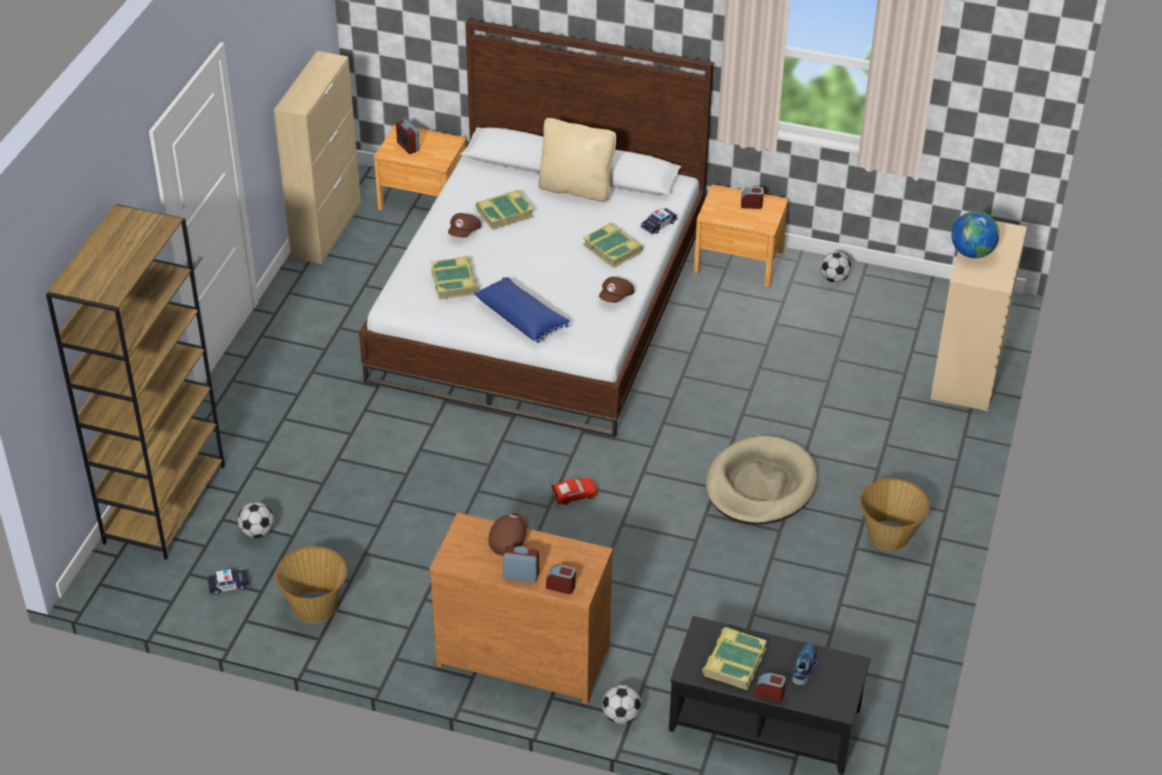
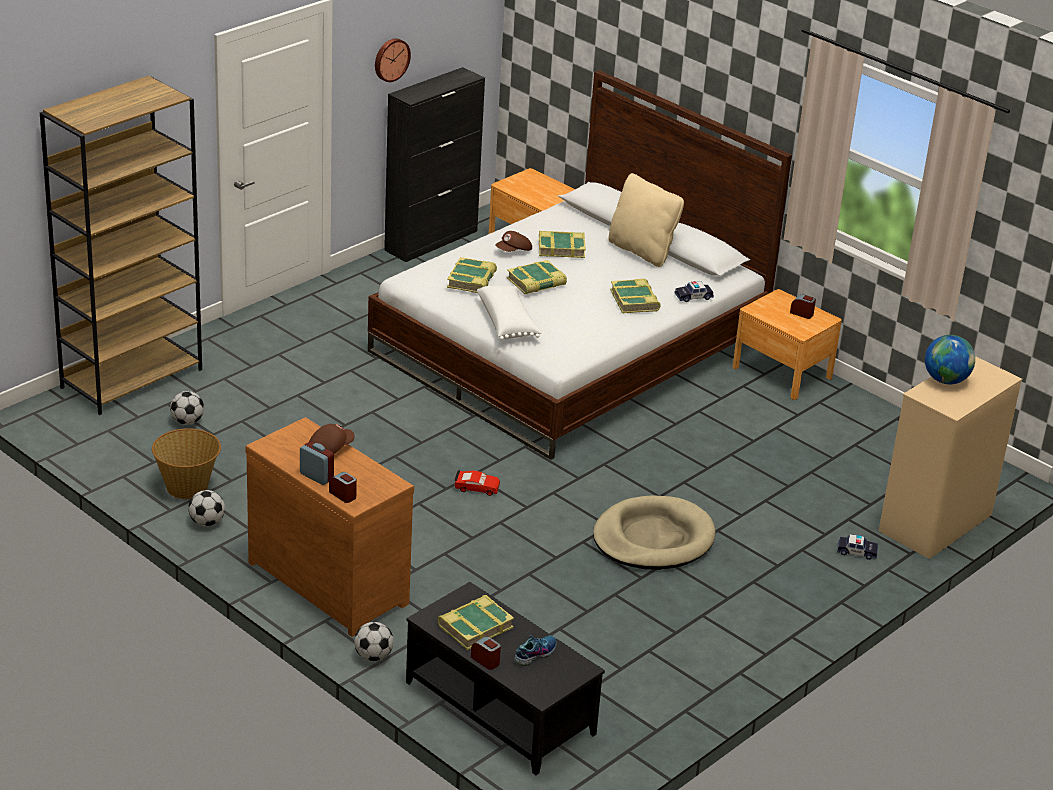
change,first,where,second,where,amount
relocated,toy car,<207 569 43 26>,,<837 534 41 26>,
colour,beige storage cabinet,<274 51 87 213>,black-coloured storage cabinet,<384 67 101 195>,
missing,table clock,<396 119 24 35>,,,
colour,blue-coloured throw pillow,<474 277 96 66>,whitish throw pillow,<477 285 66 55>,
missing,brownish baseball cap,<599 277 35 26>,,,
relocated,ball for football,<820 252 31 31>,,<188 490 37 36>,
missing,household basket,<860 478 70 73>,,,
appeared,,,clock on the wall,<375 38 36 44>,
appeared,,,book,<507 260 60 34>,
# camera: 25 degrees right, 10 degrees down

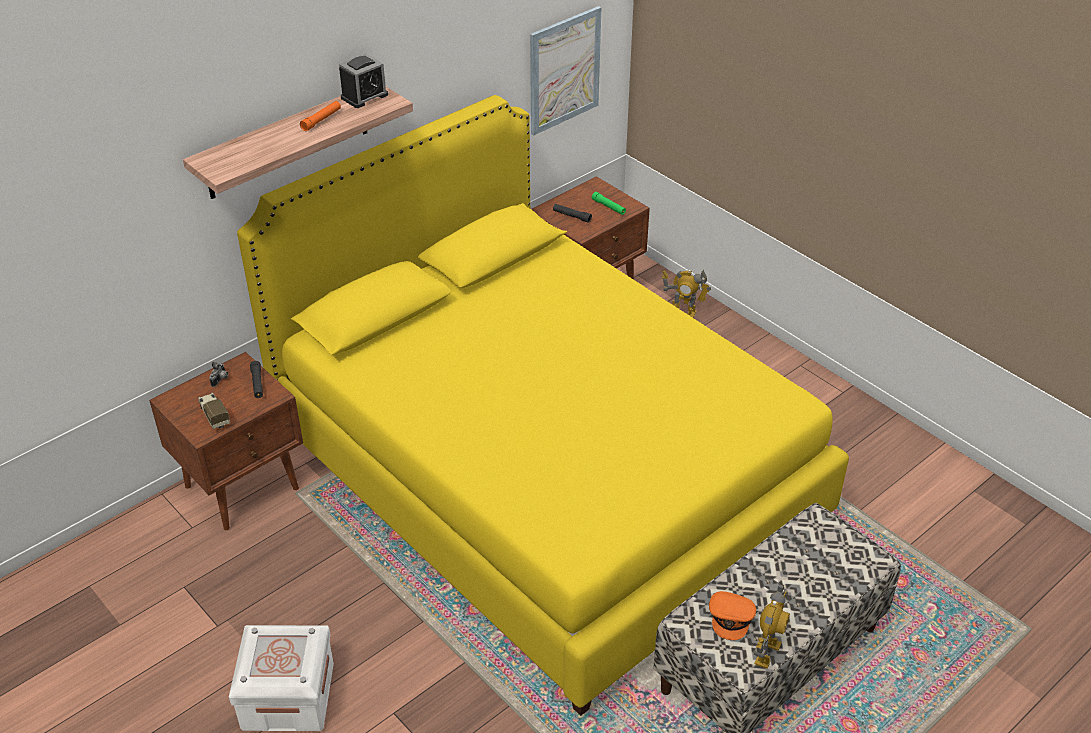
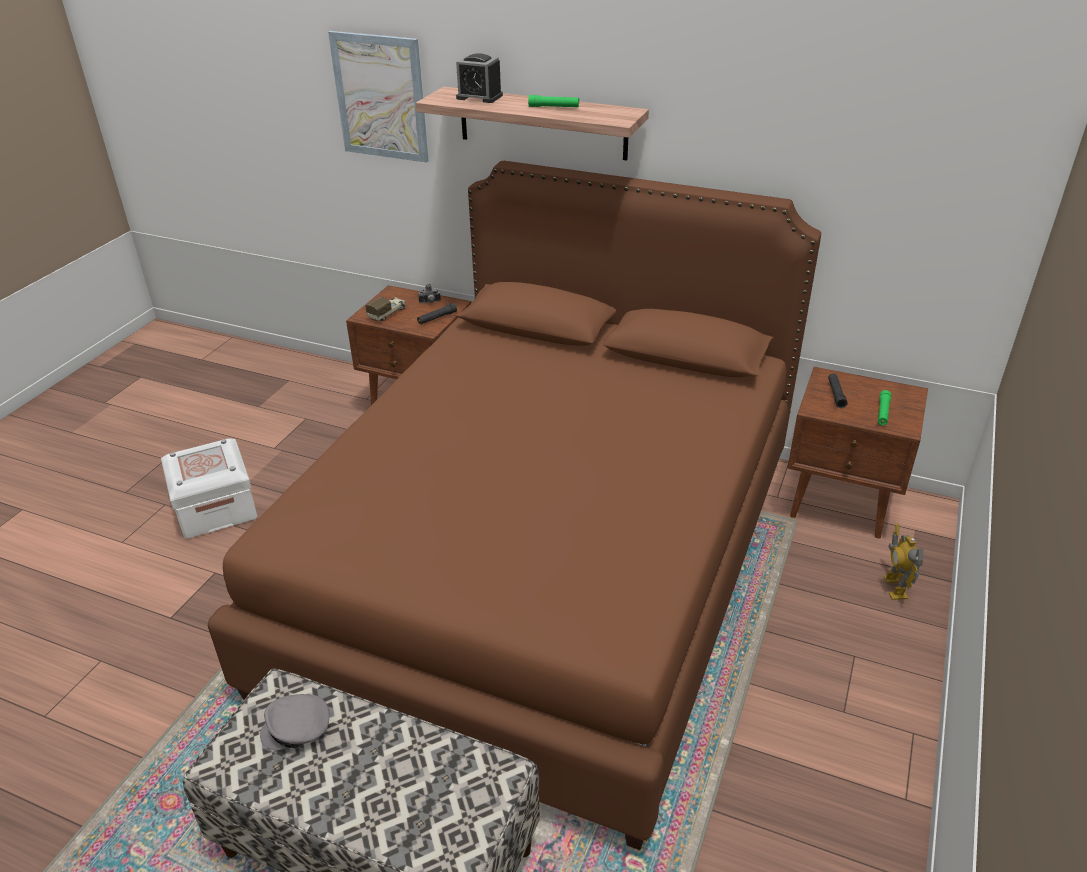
change,first,where,second,where,amount
colour,yellow-coloured bedroom bed,<237 95 612 621>,brownish bedroom bed,<208 161 613 689>,
colour,orange-coloured flashlight,<300 101 41 30>,greenish flashlight,<528 95 51 12>,
relocated,table clock,<339 53 49 55>,,<456 53 47 50>,
relocated,picture,<530 6 72 130>,,<328 31 101 132>,
colour,orange-coloured baseball cap,<709 591 47 49>,gray baseball cap,<260 694 69 56>,
missing,toy robot,<754 584 36 85>,,,
# camera: 65 degrees right, 5 degrees down

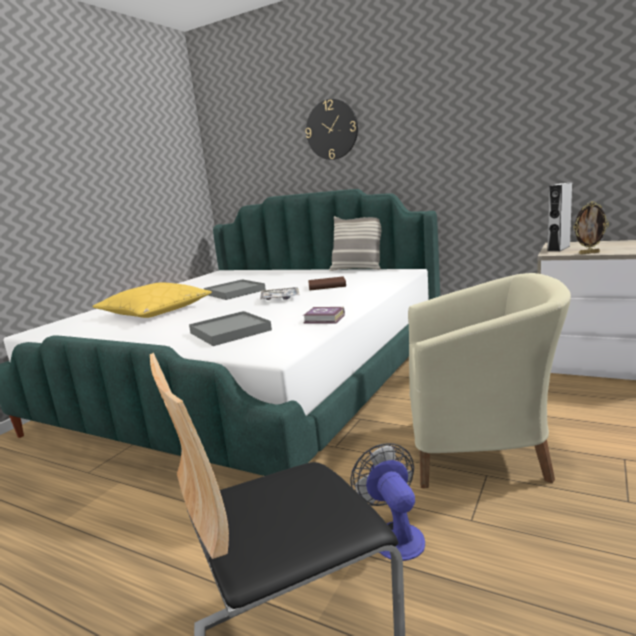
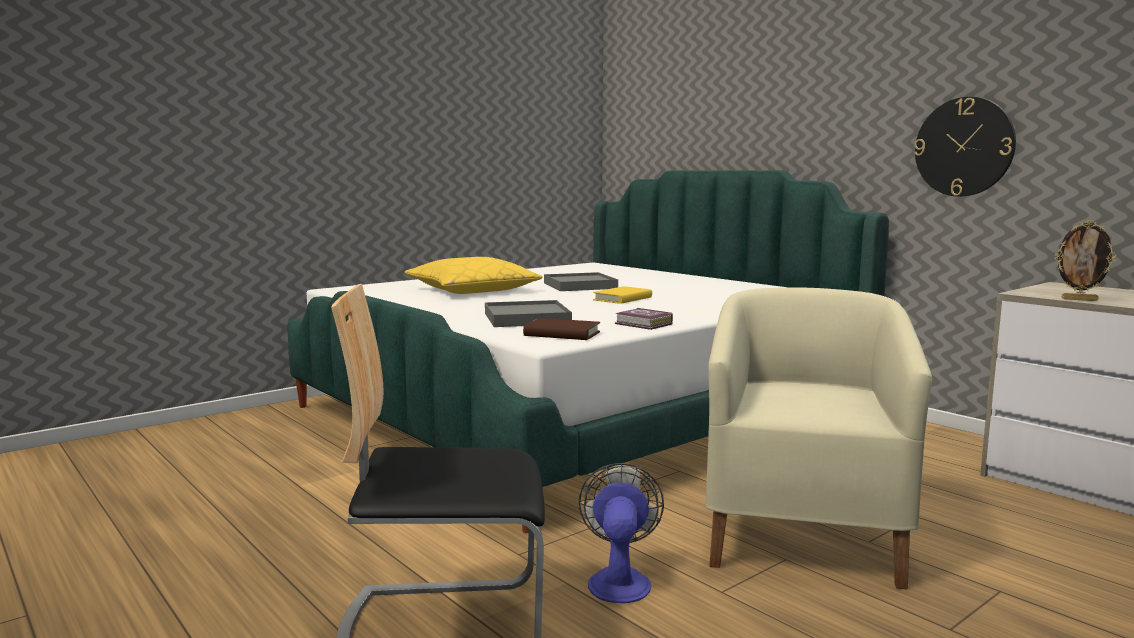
change,first,where,second,where,amount
exchanged,serving tray,<260 287 40 13>,yellow-coloured book,<593 286 59 18>,
relocated,clock on the wall,<305 99 53 61>,,<914 97 102 100>,
relocated,brownish book,<308 276 38 15>,,<523 318 77 22>,
missing,throw pillow,<329 216 52 55>,,,
spun,beige easy chair,<408 273 163 215>,,<705 288 227 301>,105 degrees counterclockwise
missing,gray loudspeaker,<548 183 24 68>,,,
# camera: 20 degrees right, 5 degrees down

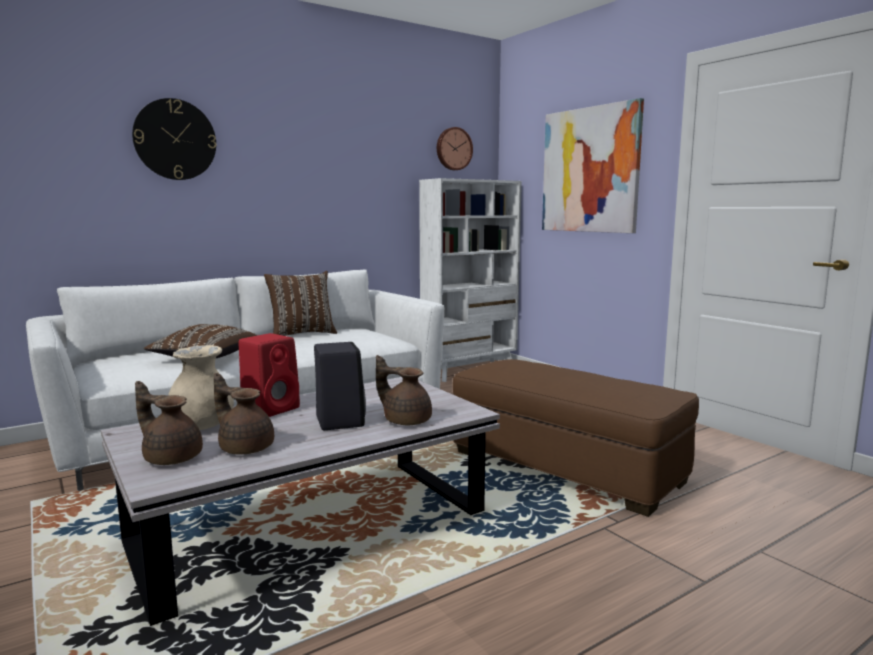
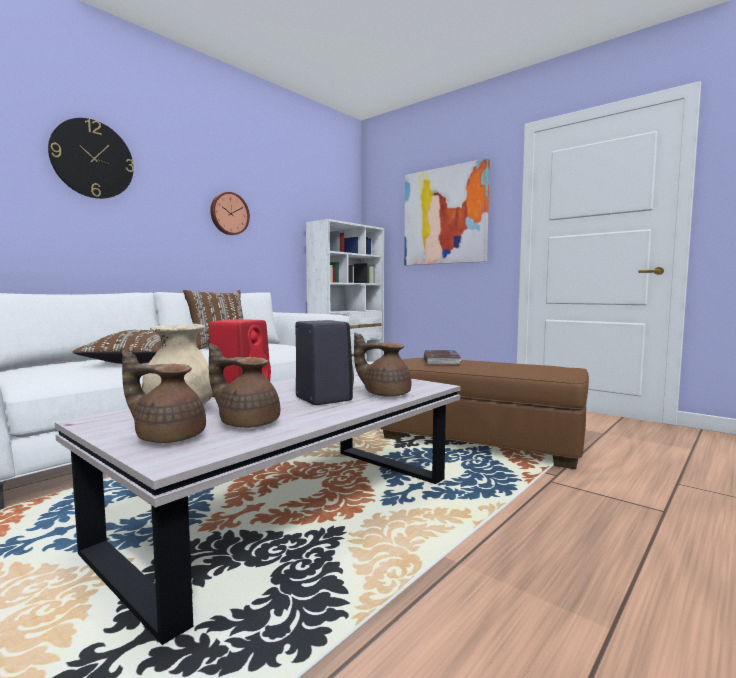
change,first,where,second,where,amount
relocated,clock on the wall,<437 127 36 43>,,<210 192 40 43>,
appeared,,,book,<424 350 37 14>,
# camera: 15 degrees left, 5 degrees down

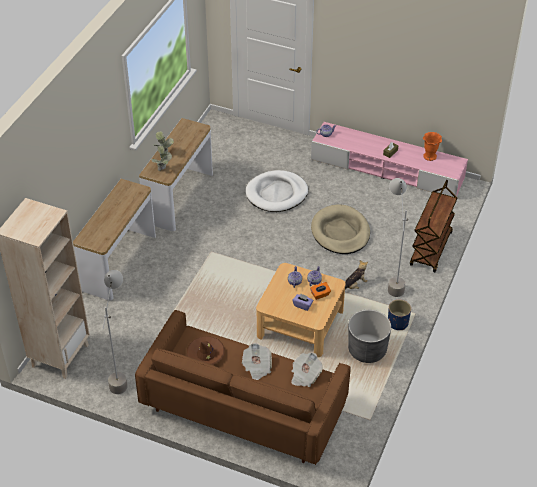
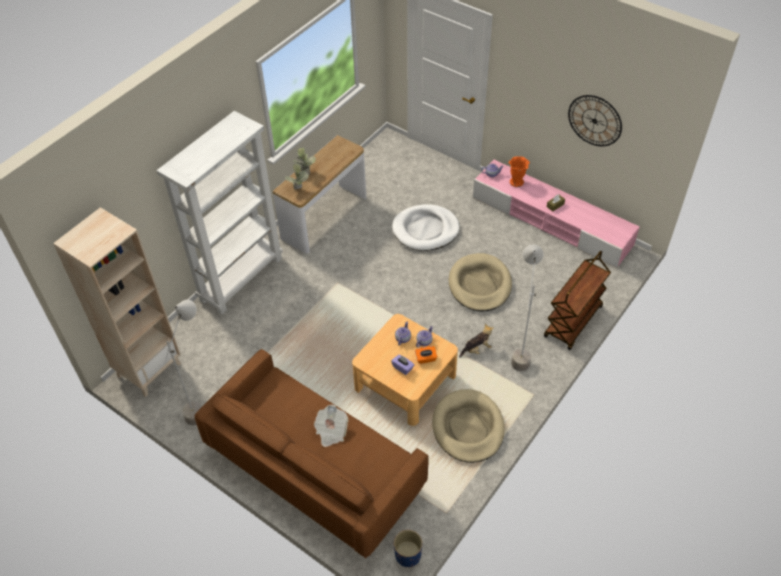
change,first,where,second,where,amount
exchanged,hall table,<73 179 83 121>,whitish bookcase,<156 111 127 204>,
missing,brownish hat,<187 336 38 29>,,,
missing,daily paper,<291 353 32 34>,,,
exchanged,gray flower pot,<348 310 43 53>,beige pet bed,<432 389 73 74>,
relocated,blue-coloured flower pot,<388 300 23 30>,,<394 530 28 37>,
relocated,orange-coloured vase,<423 132 19 29>,,<509 156 21 31>,
appeared,,,clock on the wall,<568 95 54 51>,
# camera: 15 degrees right, 5 degrees up

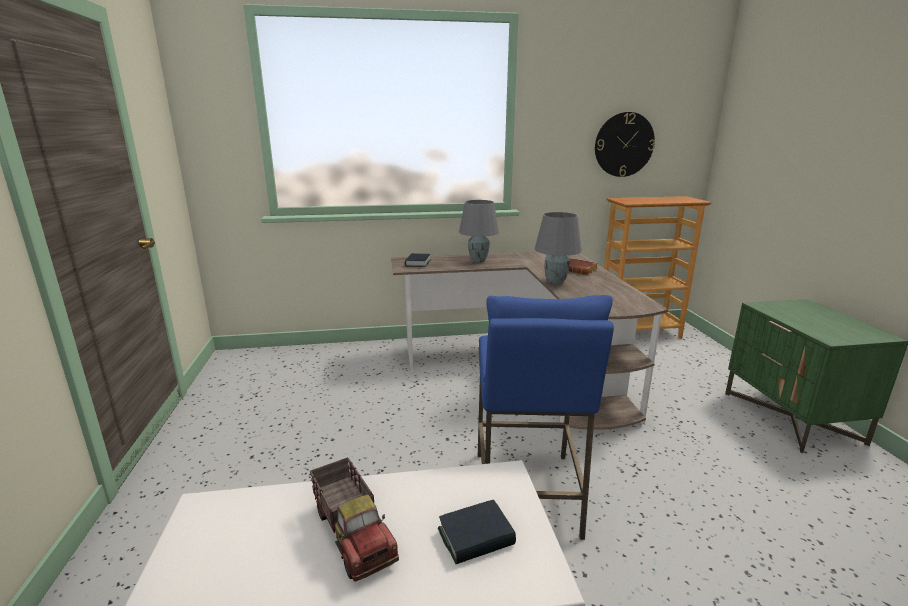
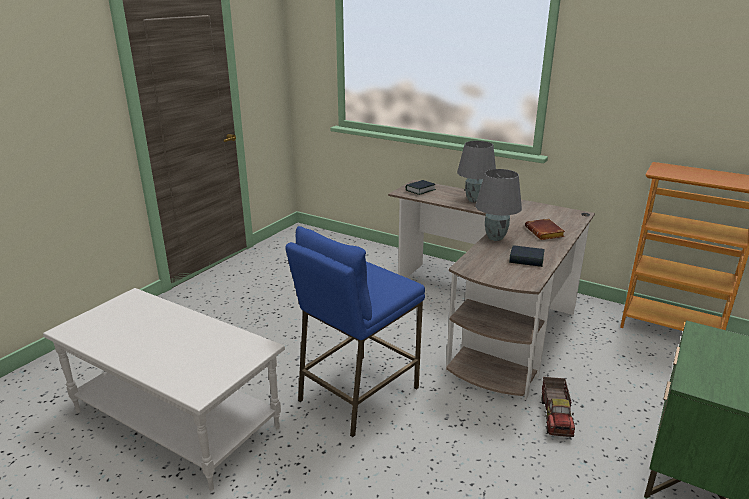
change,first,where,second,where,amount
relocated,toy lorry,<310 457 89 124>,,<542 377 33 60>,
relocated,book,<438 500 78 64>,,<509 245 35 22>,
missing,clock on the wall,<595 112 60 65>,,,
# camera: 40 degrees right, 5 degrees up

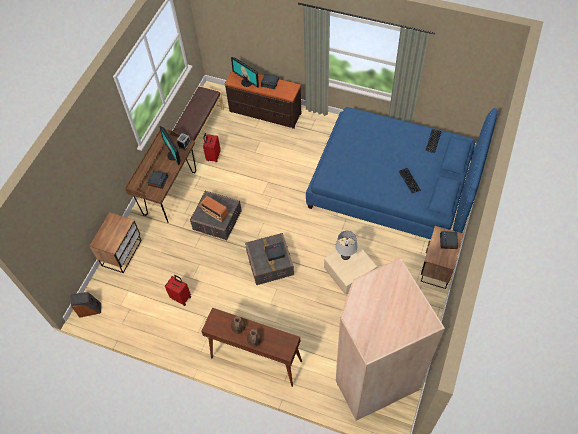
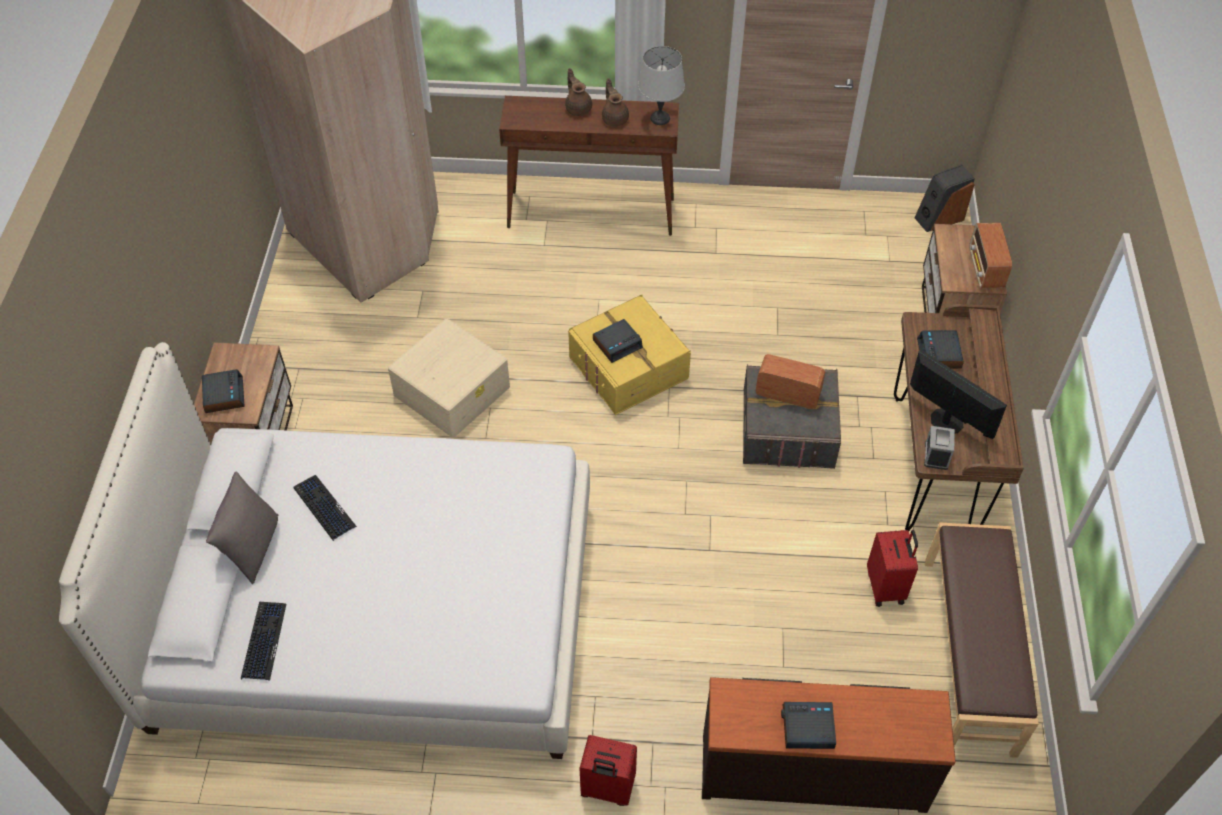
change,first,where,second,where,amount
relocated,reddish suitcase,<165 275 26 31>,,<579 735 58 71>,
missing,computer screen,<231 57 28 30>,,,
colour,gray storage bin,<245 233 49 52>,yellow-coloured storage bin,<568 295 123 121>,
colour,blue-coloured bedroom bed,<306 107 191 132>,whitish bedroom bed,<59 342 531 417>,
relocated,gray lamp for a table,<335 231 23 29>,,<638 46 47 79>,
appeared,,,gray throw pillow,<206 472 72 112>,
appeared,,,radio,<969 223 43 65>,
# camera: 160 degrees right, 5 degrees down

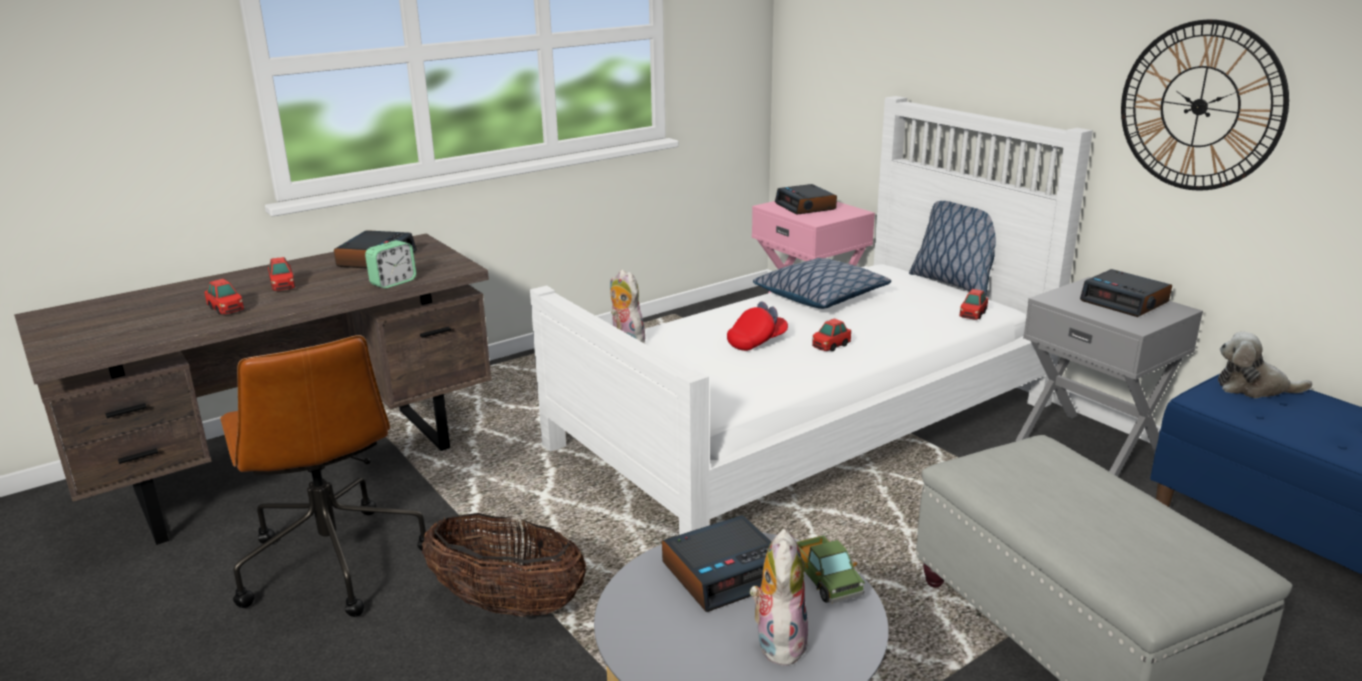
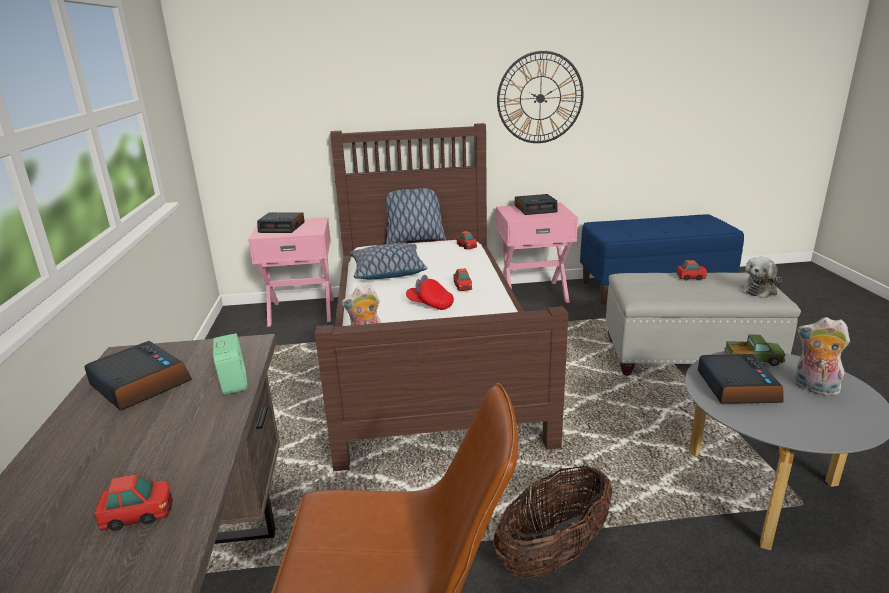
change,first,where,second,where,amount
relocated,toy car,<268 257 27 34>,,<677 260 30 21>,
colour,whitish bedroom bed,<530 96 563 439>,brownish bedroom bed,<315 123 254 348>,
spun,reddish baseball cap,<727 302 61 49>,,<406 275 48 35>,60 degrees counterclockwise
colour,gray bedside table,<1015 277 188 200>,pink bedside table,<496 203 82 100>,
relocated,plush toy,<1218 332 95 66>,,<740 257 42 41>,
# camera: 60 degrees left, 0 degrees up

